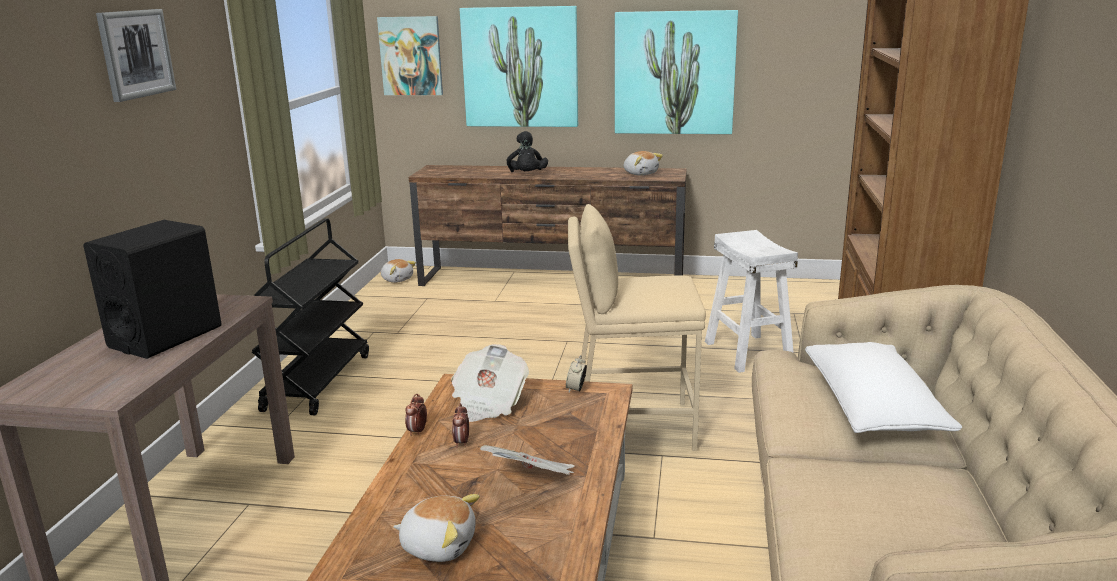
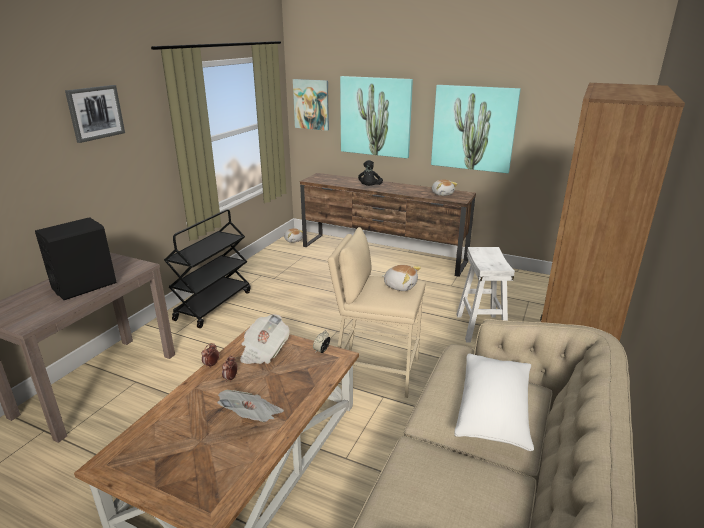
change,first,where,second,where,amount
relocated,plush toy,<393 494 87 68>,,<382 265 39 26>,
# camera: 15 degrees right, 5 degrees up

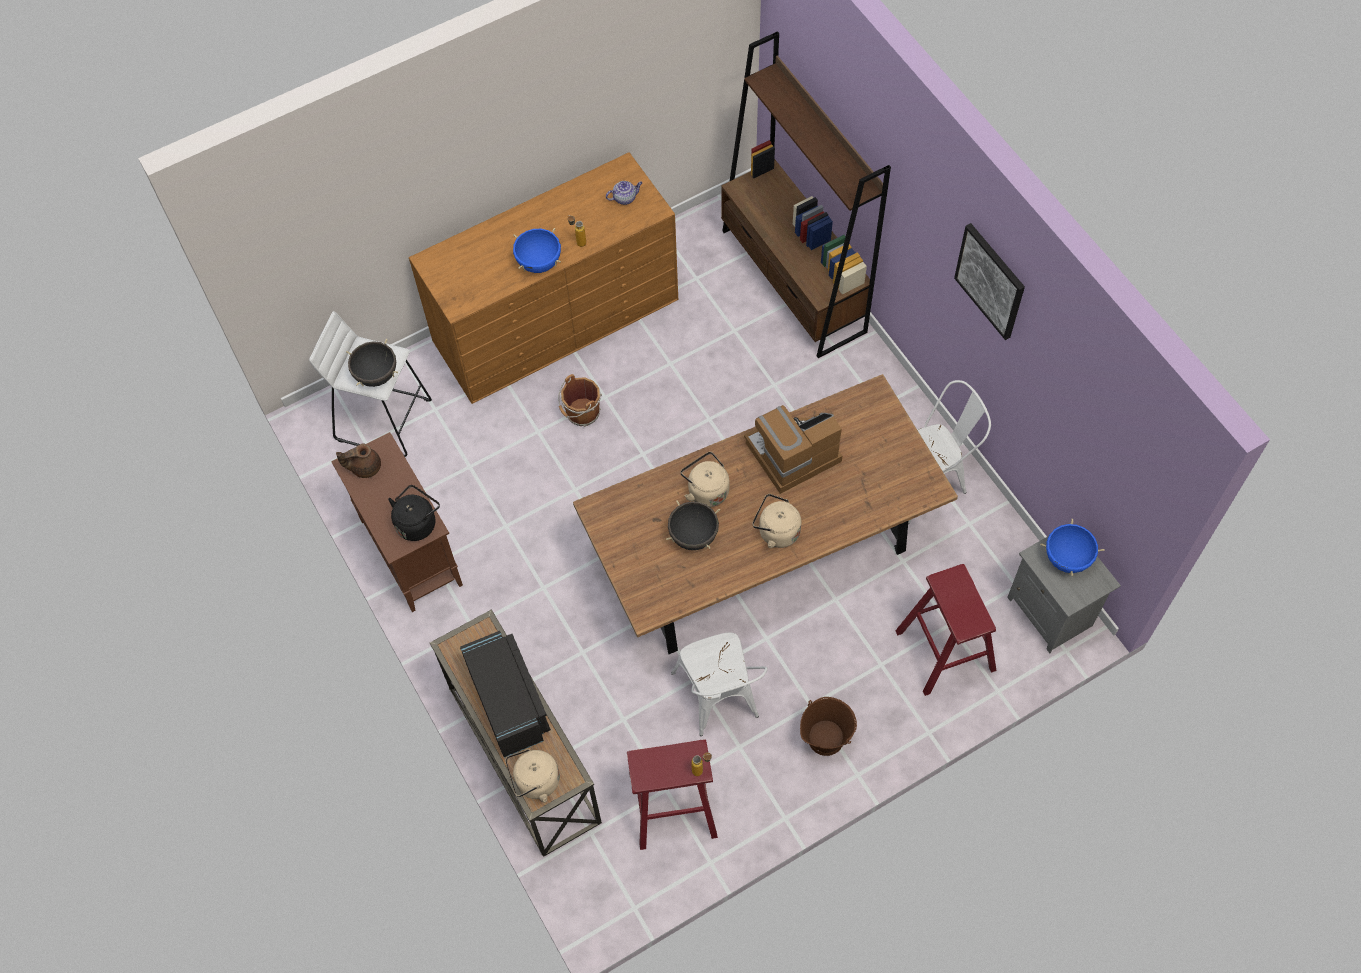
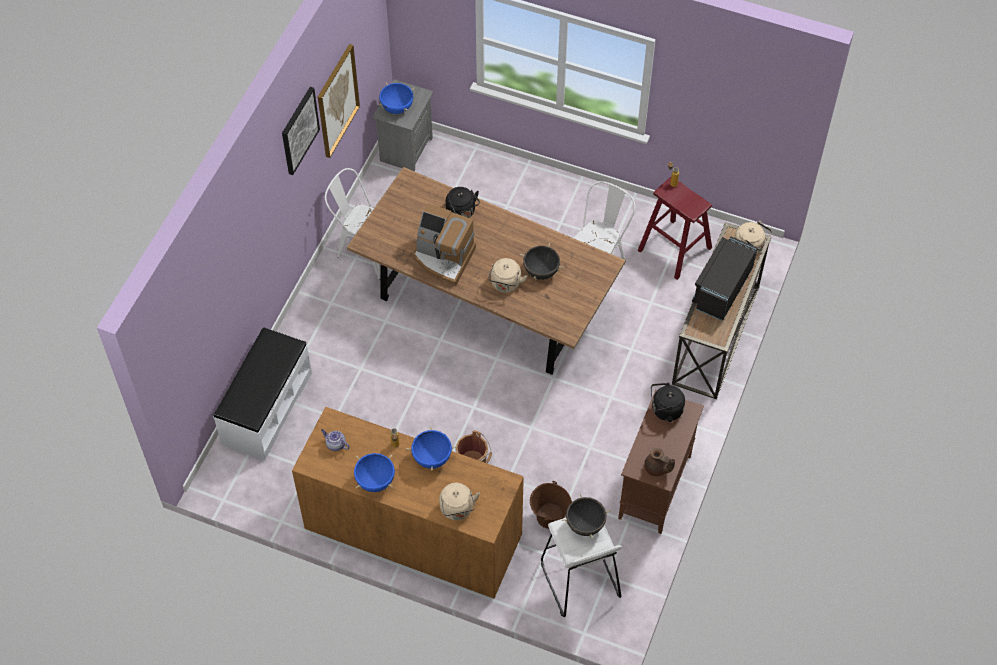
change,first,where,second,where,amount
exchanged,brownish bookcase,<721 32 170 326>,whitish indoor bench,<213 327 99 134>,
relocated,beige tea kettle,<752 494 49 54>,,<439 483 41 37>,
relocated,brownish bucket,<800 697 57 59>,,<530 481 42 48>,
missing,reddish stool,<895 564 101 132>,,,
appeared,,,picture,<318 44 42 114>,
appeared,,,blue-coloured cooking pot,<354 453 41 39>,
appeared,,,black-coloured tea kettle,<446 187 34 31>,
# camera: 130 degrees left, 5 degrees down

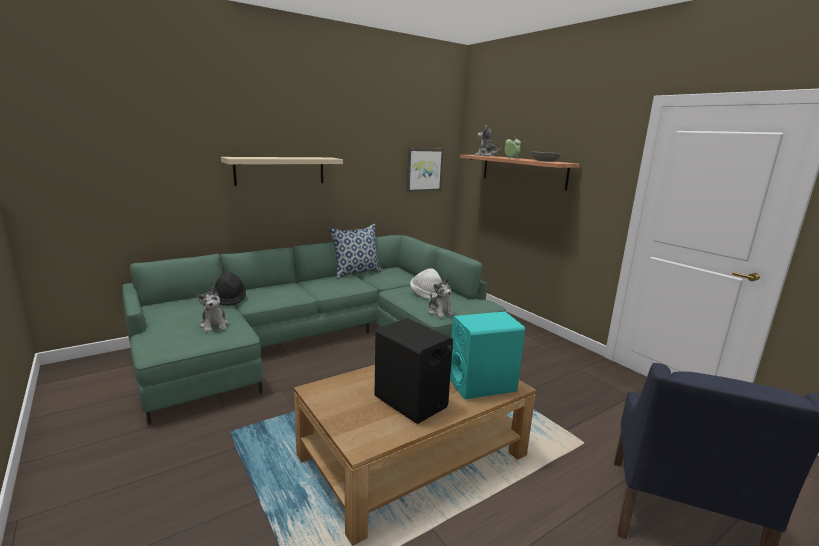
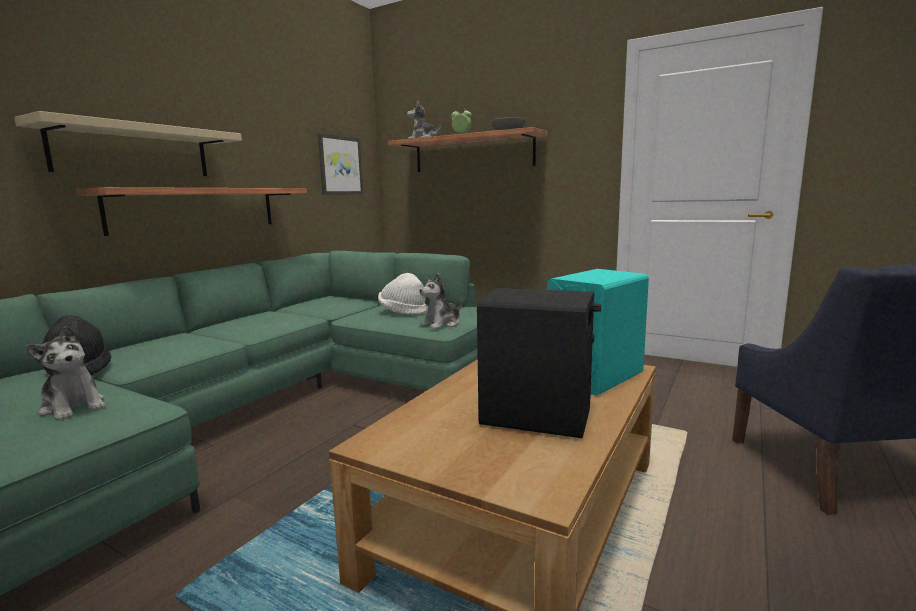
change,first,where,second,where,amount
missing,throw pillow,<329 224 53 55>,,,
spun,plush toy,<428 278 26 40>,,<419 273 44 56>,105 degrees clockwise
appeared,,,bracket shelf,<76 187 231 49>,
# camera: 25 degrees left, 5 degrees down

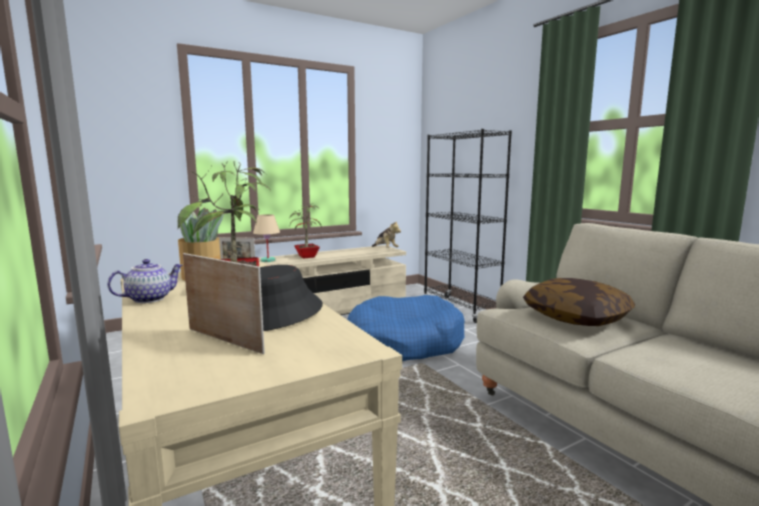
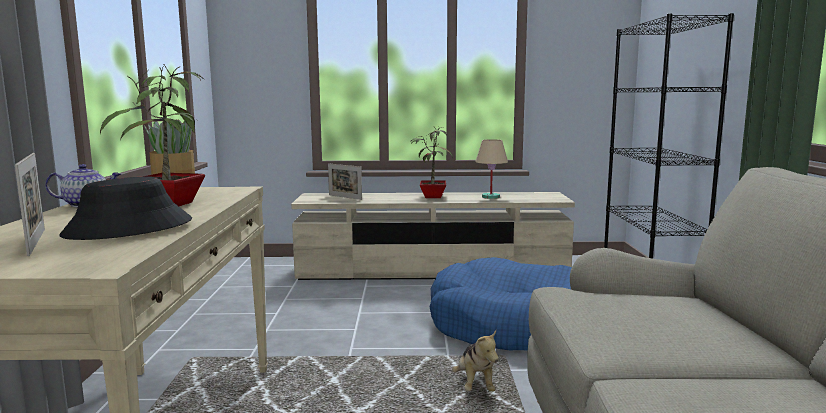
change,first,where,second,where,amount
relocated,beige lamp for a table,<253 214 27 48>,,<475 139 33 60>,
relocated,plush toy,<372 221 29 27>,,<452 330 47 62>,
missing,throw pillow,<523 278 112 48>,,,
# camera: 30 degrees right, 0 degrees up

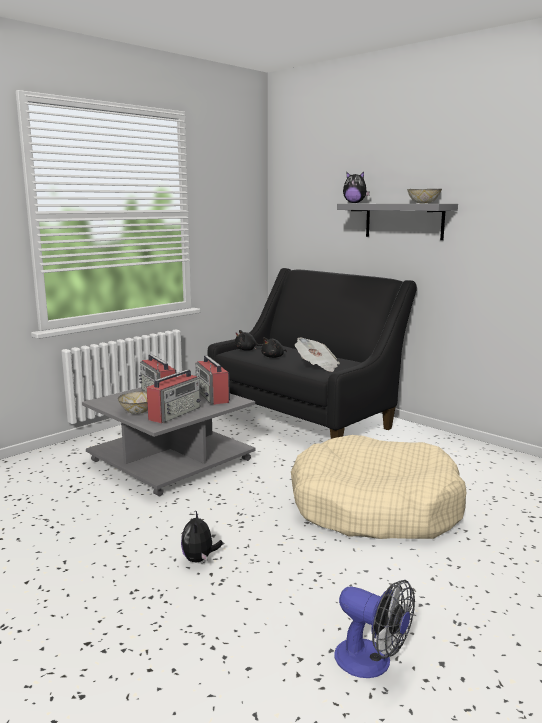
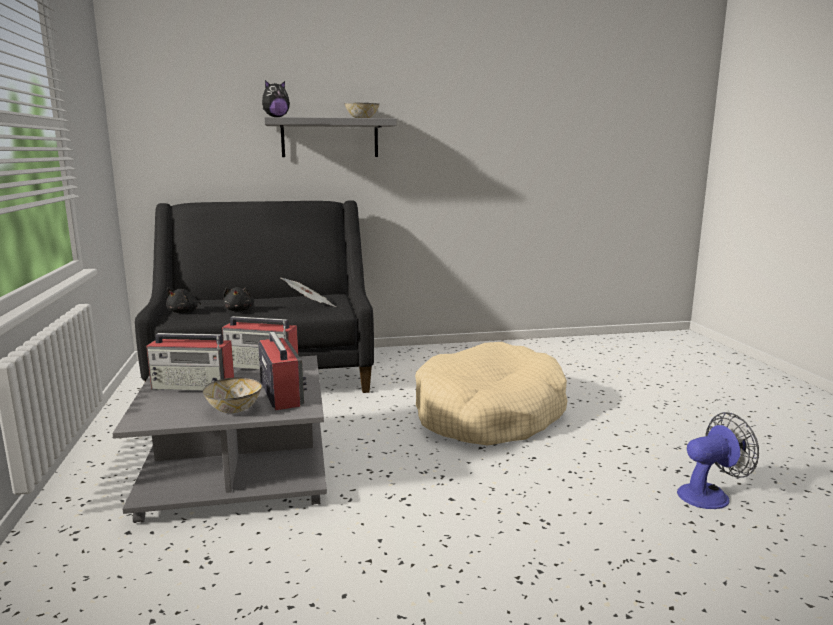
change,first,where,second,where,amount
missing,plush toy,<181 511 42 51>,,,
# camera: 55 degrees left, 0 degrees up

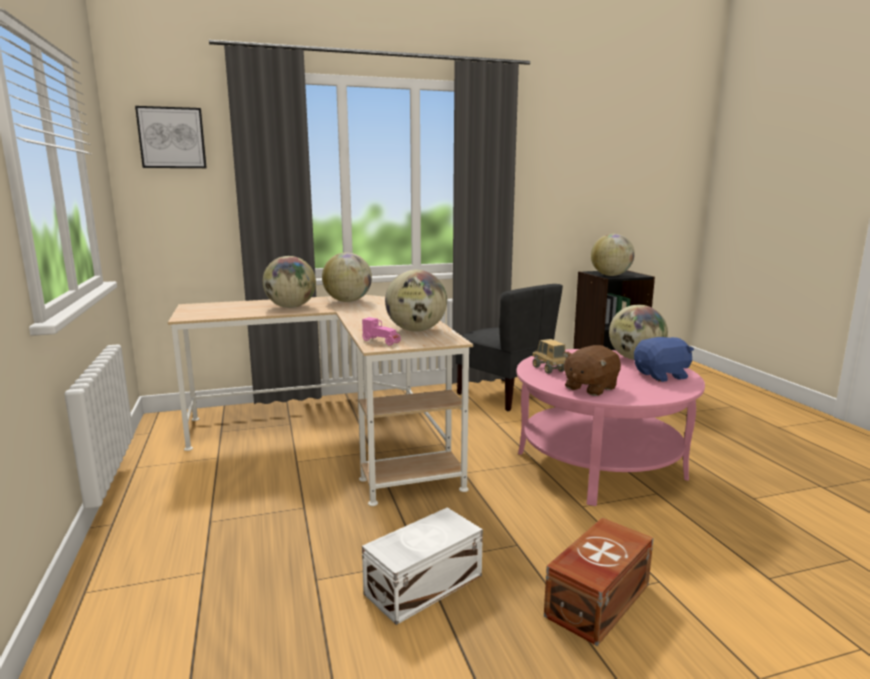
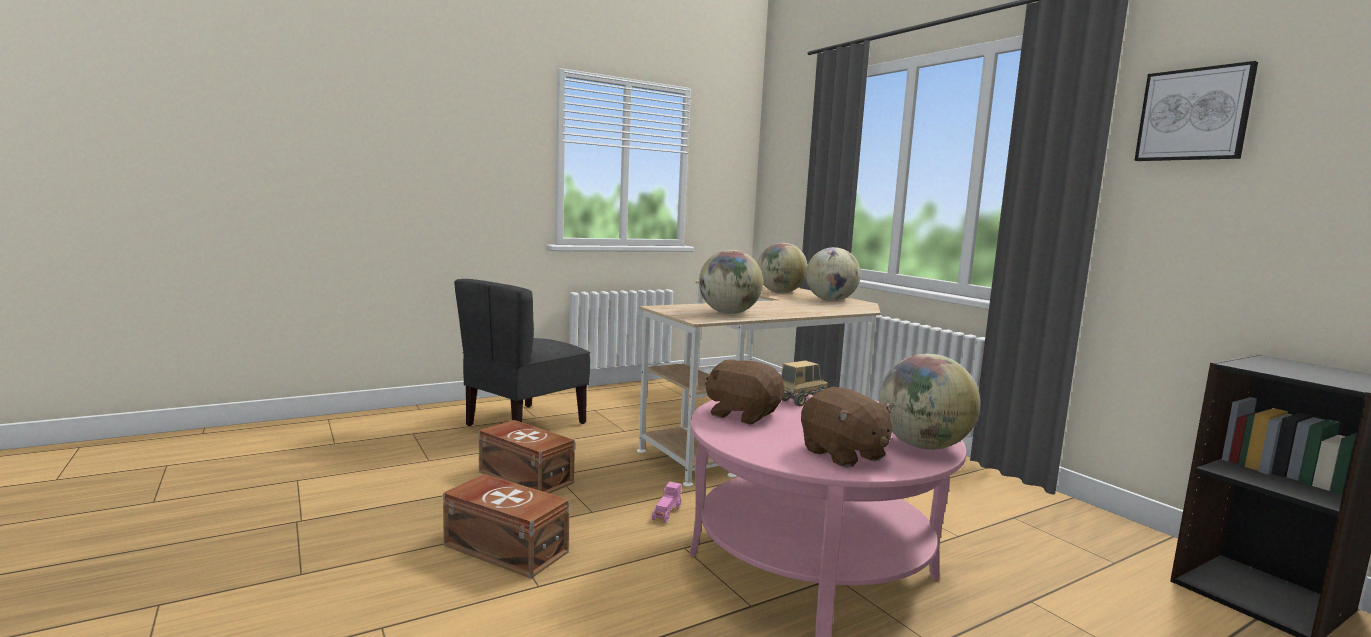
change,first,where,second,where,amount
relocated,picture,<135 106 72 62>,,<1134 61 124 100>,
relocated,pink toy car,<362 317 39 29>,,<652 482 29 41>,
colour,whitish storage bin,<362 507 121 118>,brownish storage bin,<479 420 96 74>,
relocated,gray plain chair,<456 284 107 127>,,<454 279 136 147>,
missing,world globe,<591 234 44 42>,,,
colour,blue-coloured plush toy,<634 337 60 45>,brownish plush toy,<801 387 94 81>,
# camera: 75 degrees right, 5 degrees down

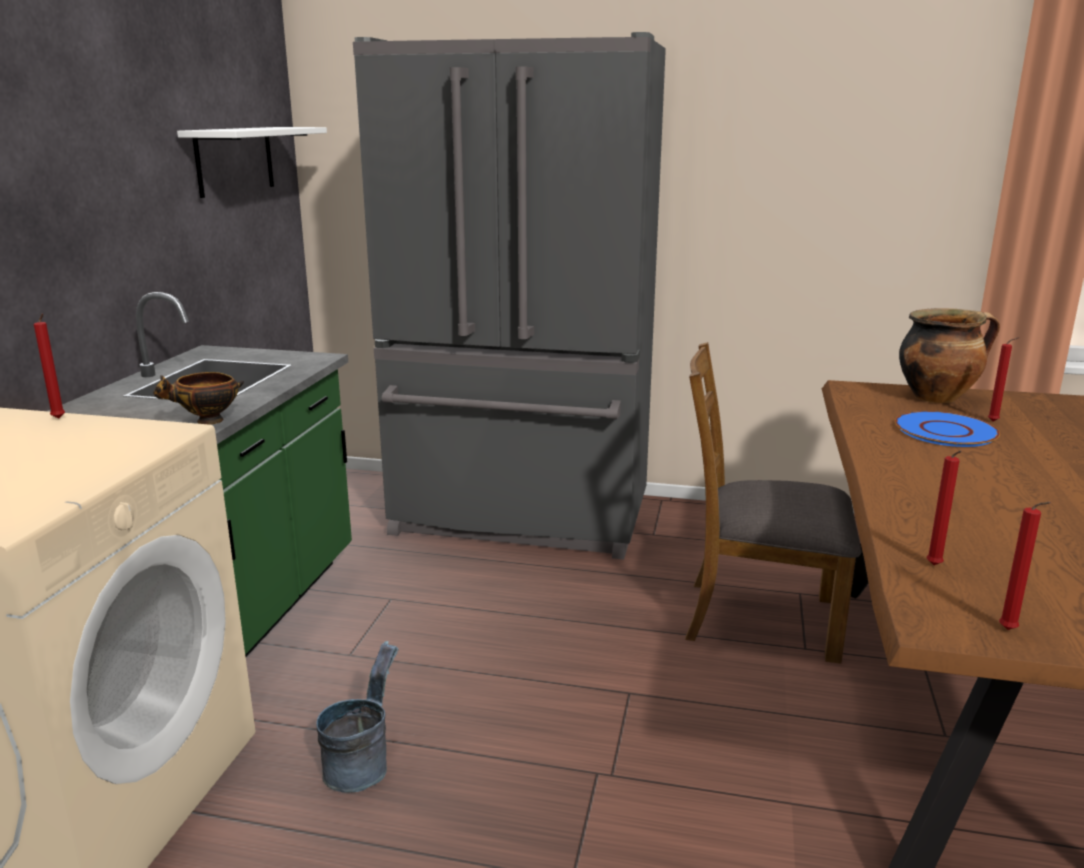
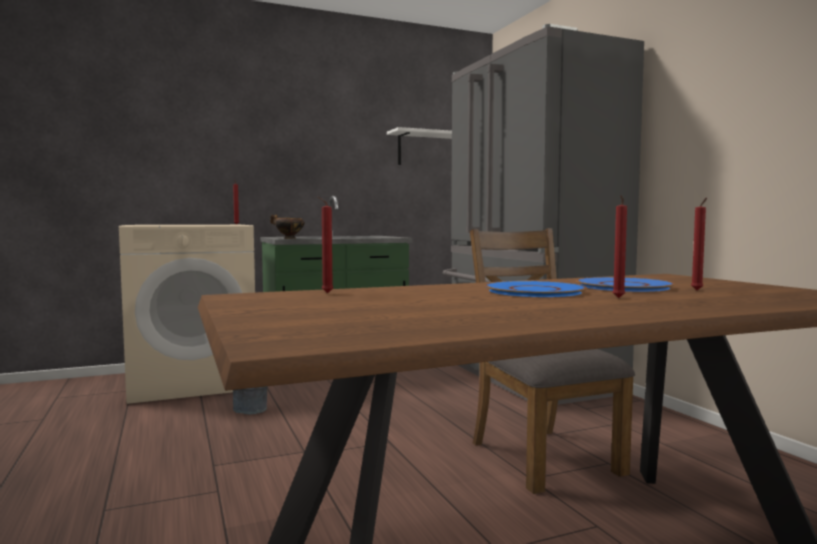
change,first,where,second,where,amount
missing,cooking pot,<899 308 101 95>,,,
relocated,reddish wax candle,<999 502 52 128>,,<612 195 15 103>,
appeared,,,blue-coloured dinner plate,<485 281 102 16>,
# camera: 55 degrees right, 15 degrees down

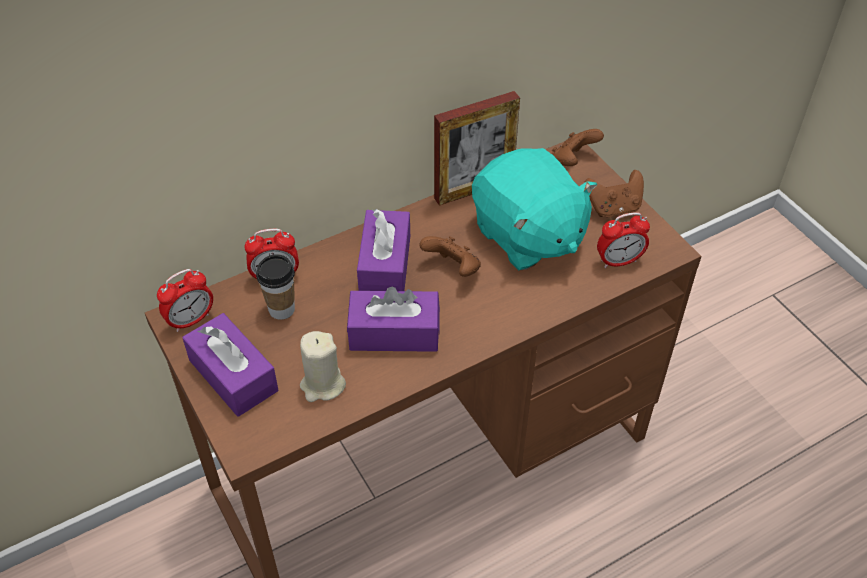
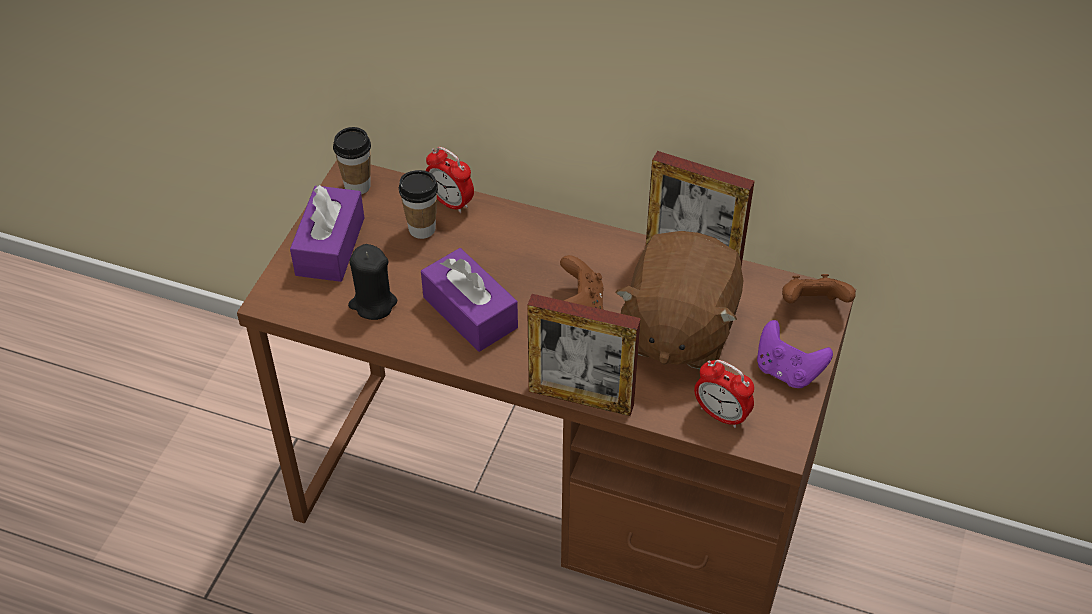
change,first,where,second,where,amount
exchanged,table clock,<157 269 56 63>,small cup,<333 127 38 68>,
colour,beige wax candle,<300 331 46 71>,black-coloured wax candle,<348 244 50 76>,
missing,purplish box of tissues,<357 209 53 82>,,,
colour,turquoise plush toy,<472 148 125 122>,brownish plush toy,<616 231 127 138>,
colour,brownish game controller,<584 170 60 47>,purplish game controller,<757 320 76 68>,
appeared,,,photo frame,<527 294 114 122>,
# camera: 50 degrees right, 0 degrees up

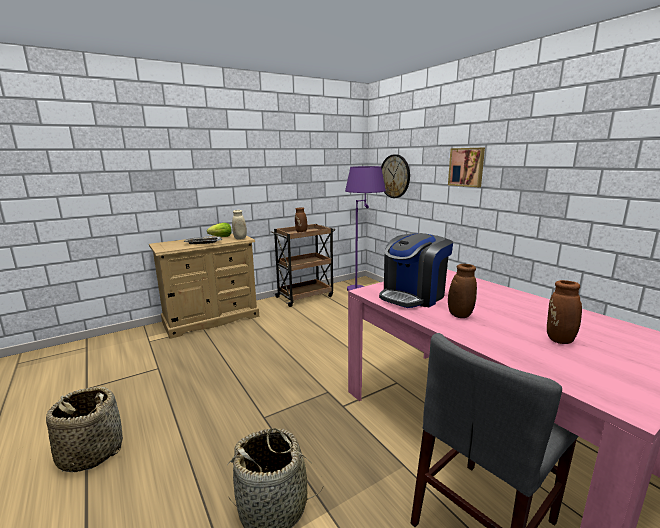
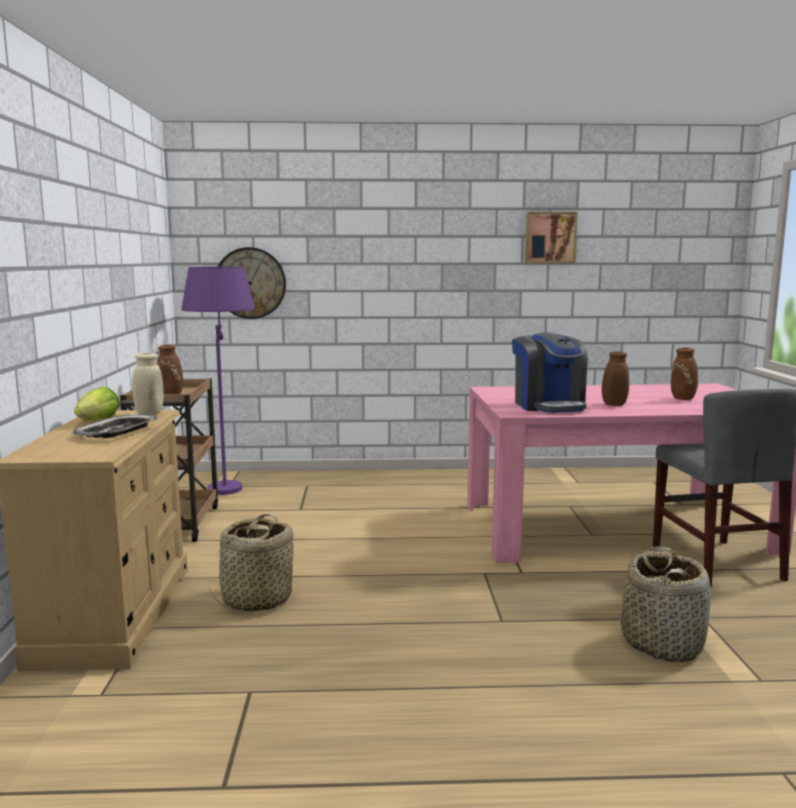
change,first,where,second,where,amount
relocated,household basket,<46 387 77 86>,,<209 514 84 97>,
relocated,picture,<448 148 37 39>,,<525 212 53 51>,
# camera: 60 degrees left, 5 degrees down

